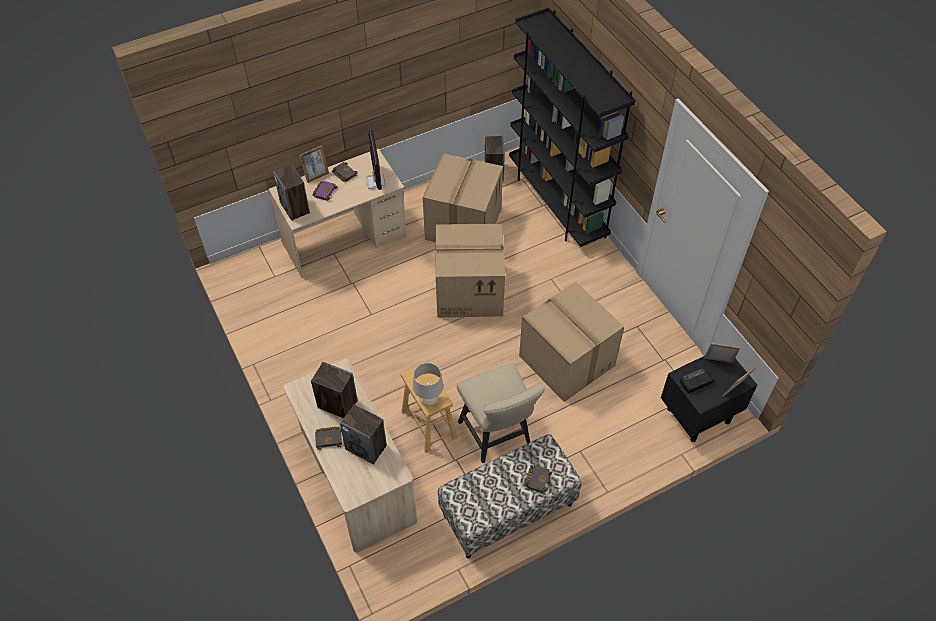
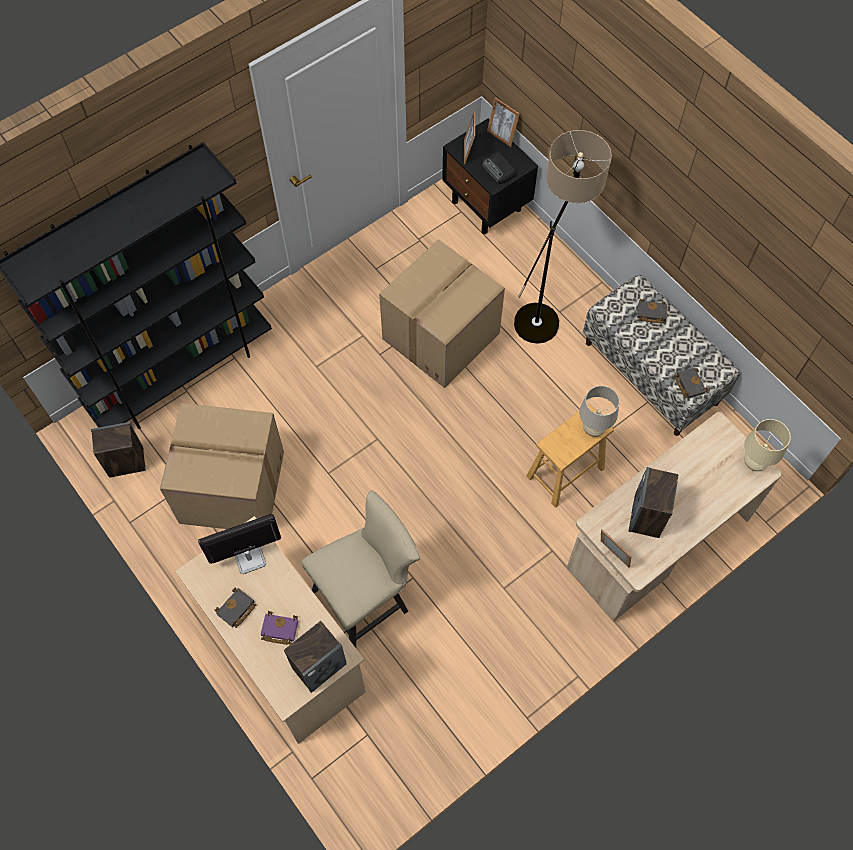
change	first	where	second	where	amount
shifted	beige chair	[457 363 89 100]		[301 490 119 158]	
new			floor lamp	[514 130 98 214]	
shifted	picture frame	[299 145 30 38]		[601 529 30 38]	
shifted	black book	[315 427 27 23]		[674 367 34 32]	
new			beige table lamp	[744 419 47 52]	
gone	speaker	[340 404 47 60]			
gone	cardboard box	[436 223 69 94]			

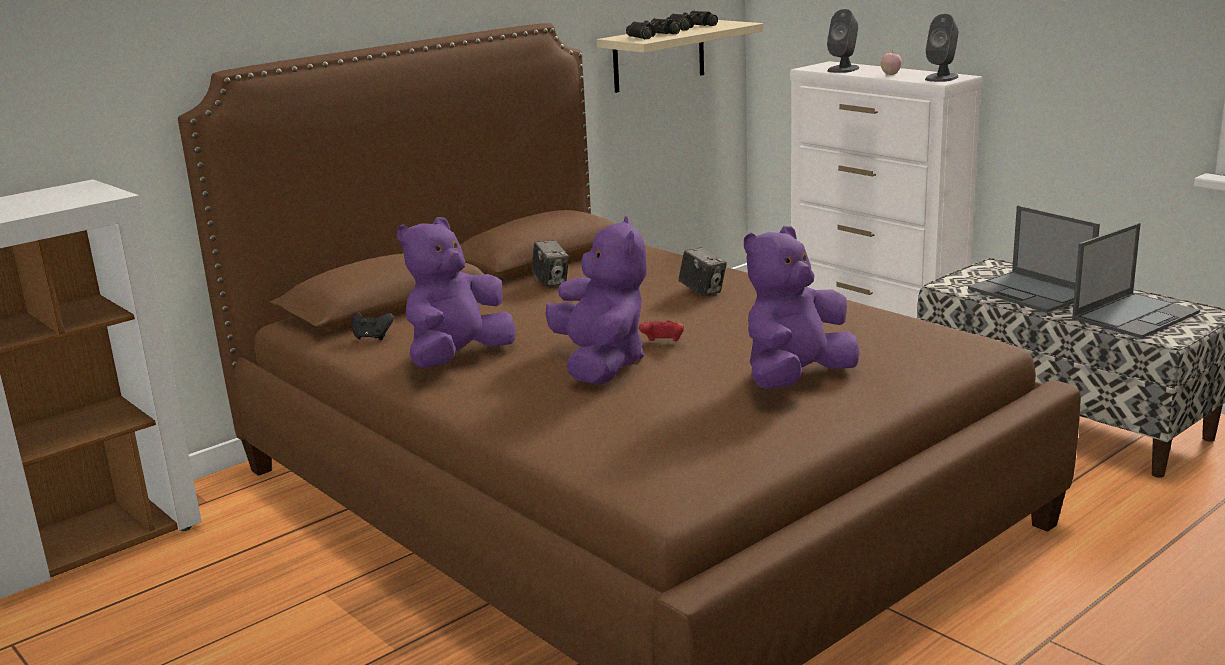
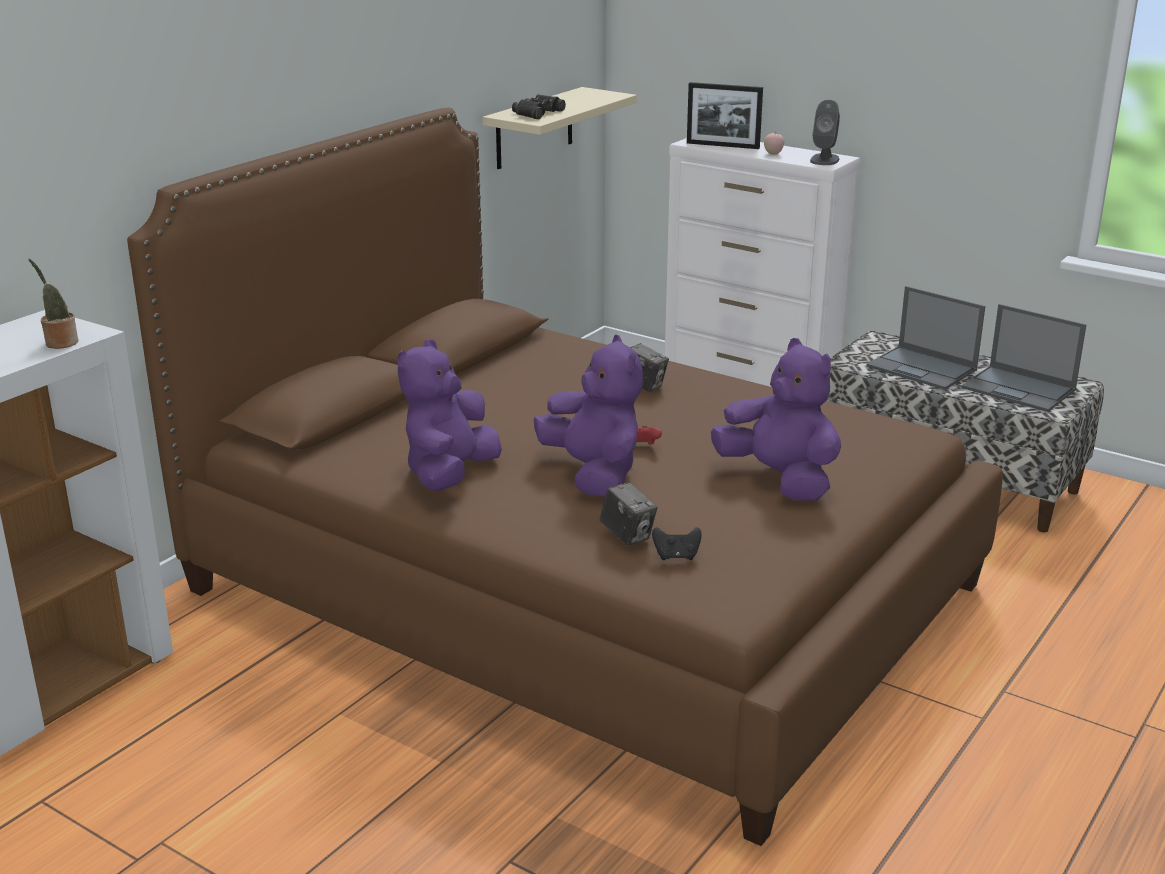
change	first	where	second	where	amount
new			potted plant	[29 259 49 90]	
shifted	photo camera	[532 240 37 47]		[600 482 57 64]	
shifted	black game controller	[352 312 42 28]		[652 527 50 33]	
swapped	grey speaker	[827 9 32 64]	picture frame	[687 82 76 67]	
rotated	purple plush toy	[744 226 116 163]		[711 338 130 163]	105 degrees clockwise
rotated	laptop	[1072 223 128 116]		[961 304 126 108]	90 degrees clockwise
gone	black binoculars	[667 10 51 21]			

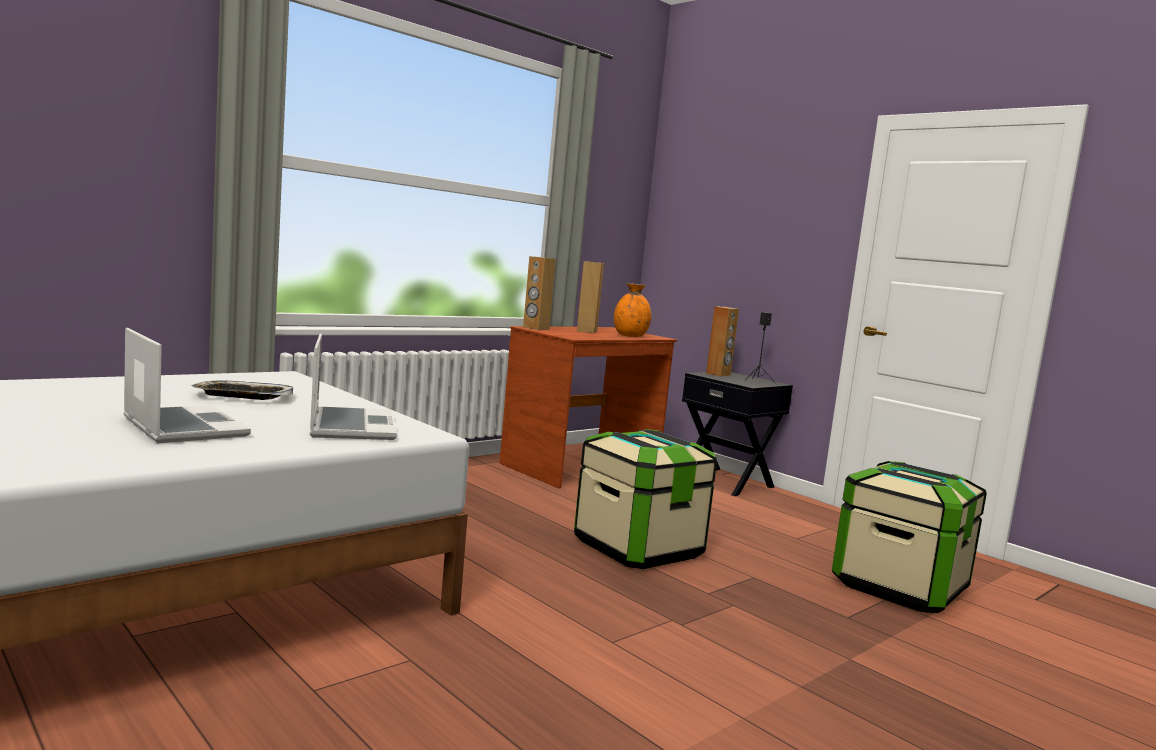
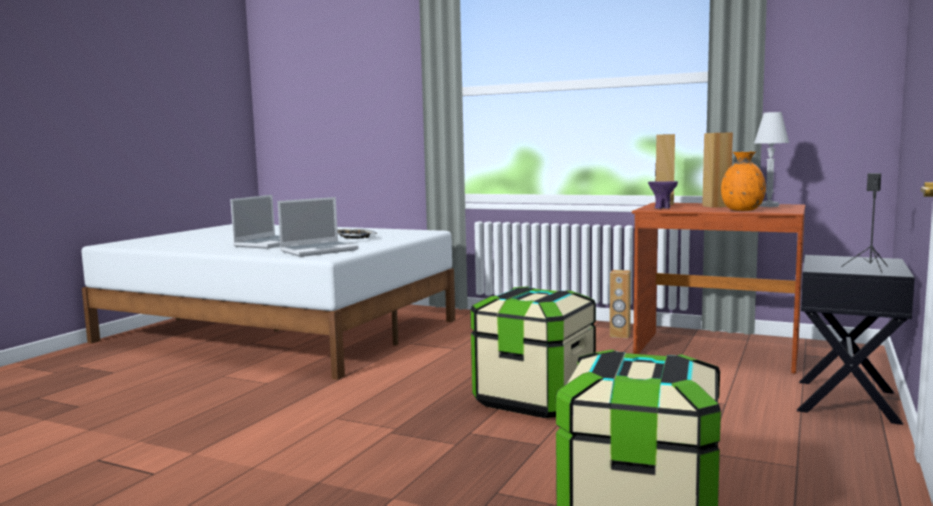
change	first	where	second	where	amount
shifted	brown speaker	[706 306 33 71]		[610 270 21 68]	
new			purple bowl	[648 181 30 28]	
new			white table lamp	[754 112 35 95]	

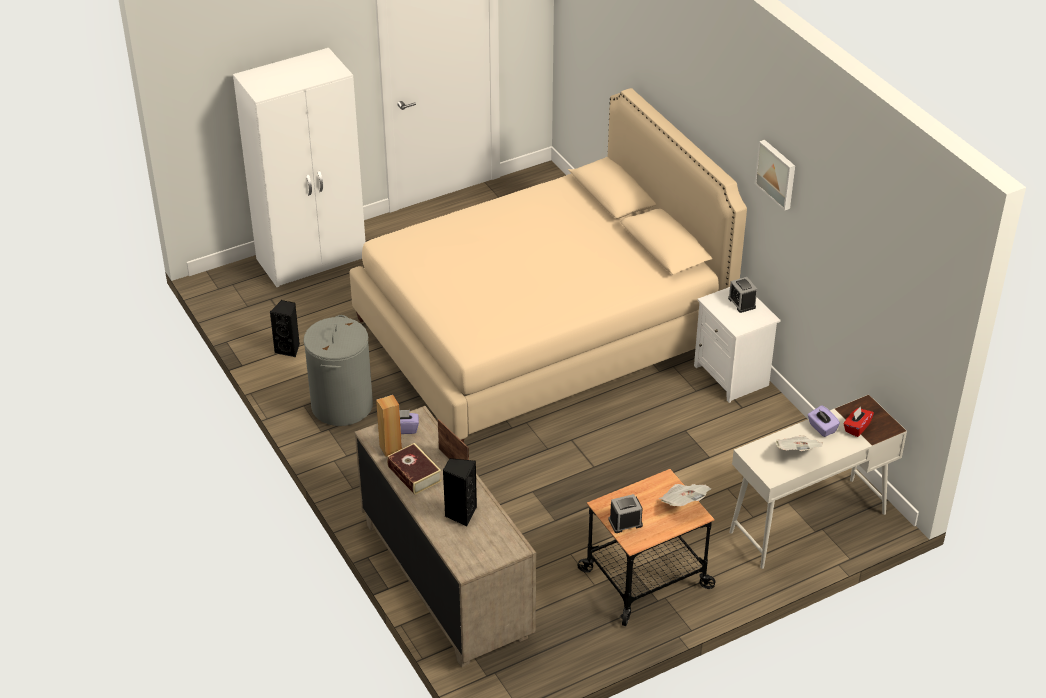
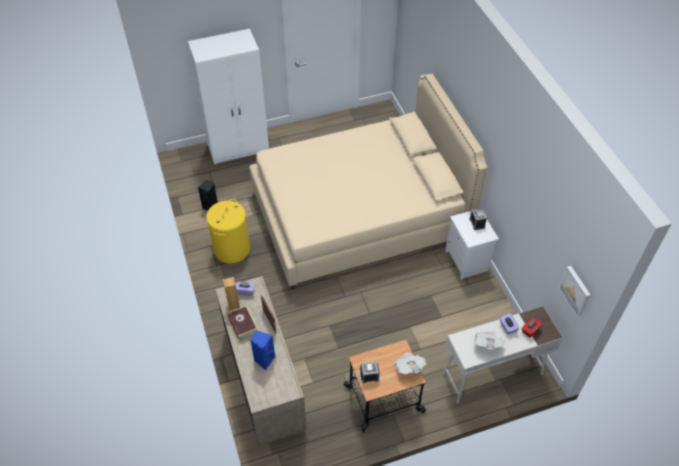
change	first	where	second	where	amount
repainted	grey laundry basket	[303 315 70 111]	yellow laundry basket	[206 199 44 64]	
repainted	black speaker	[443 458 34 68]	blue speaker	[250 331 25 39]	
shifted	picture	[755 140 40 71]		[559 266 32 51]	

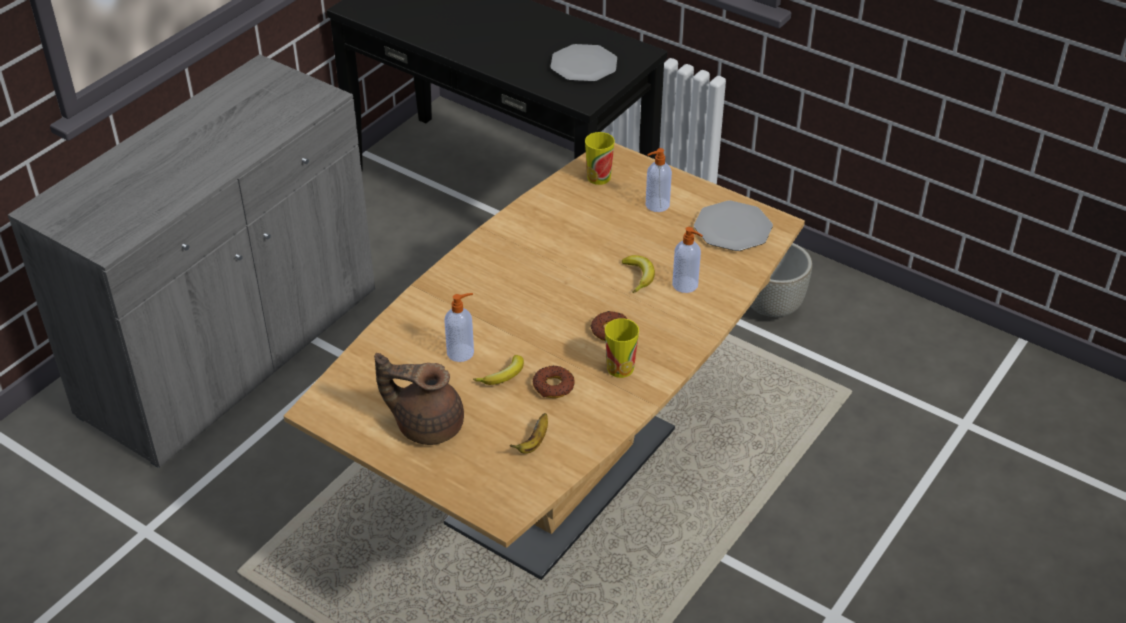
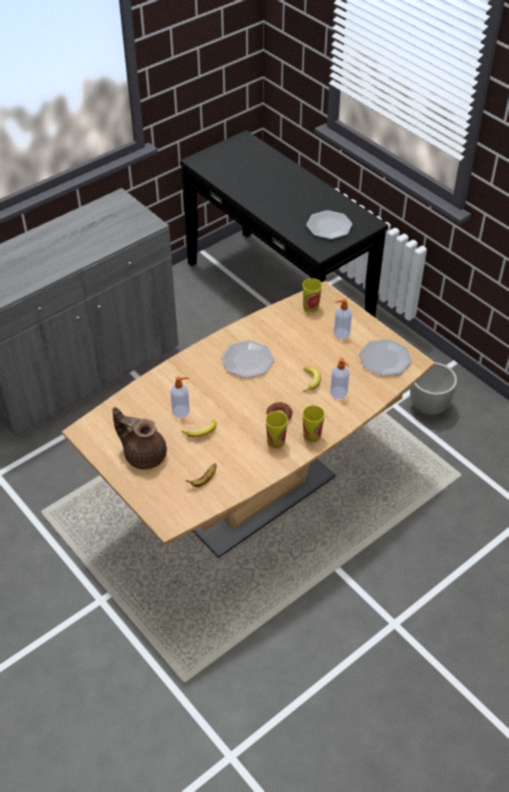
change	first	where	second	where	amount
new			plate	[221 340 53 38]	
new			cup	[303 405 22 37]	
gone	donut	[533 366 41 32]			

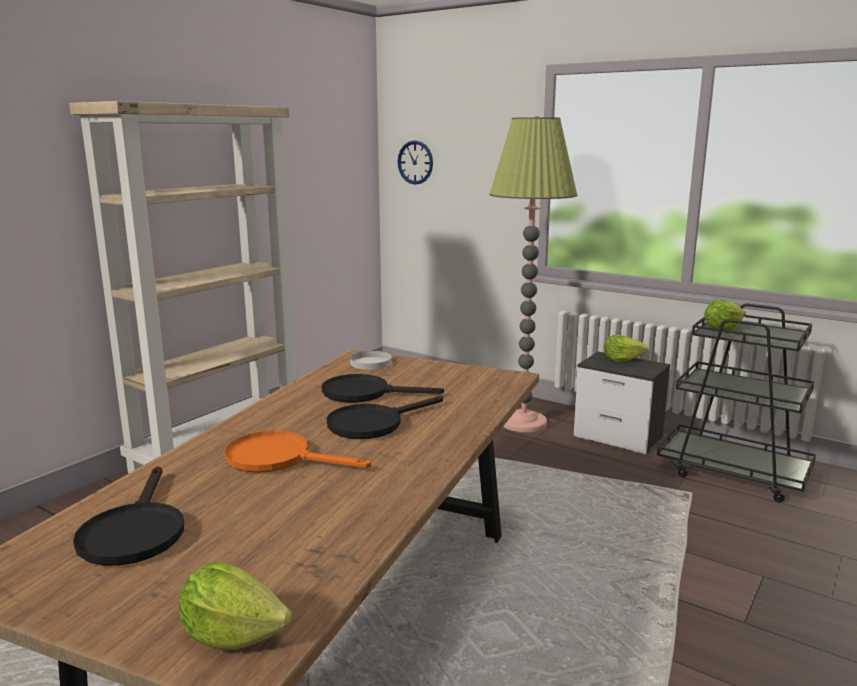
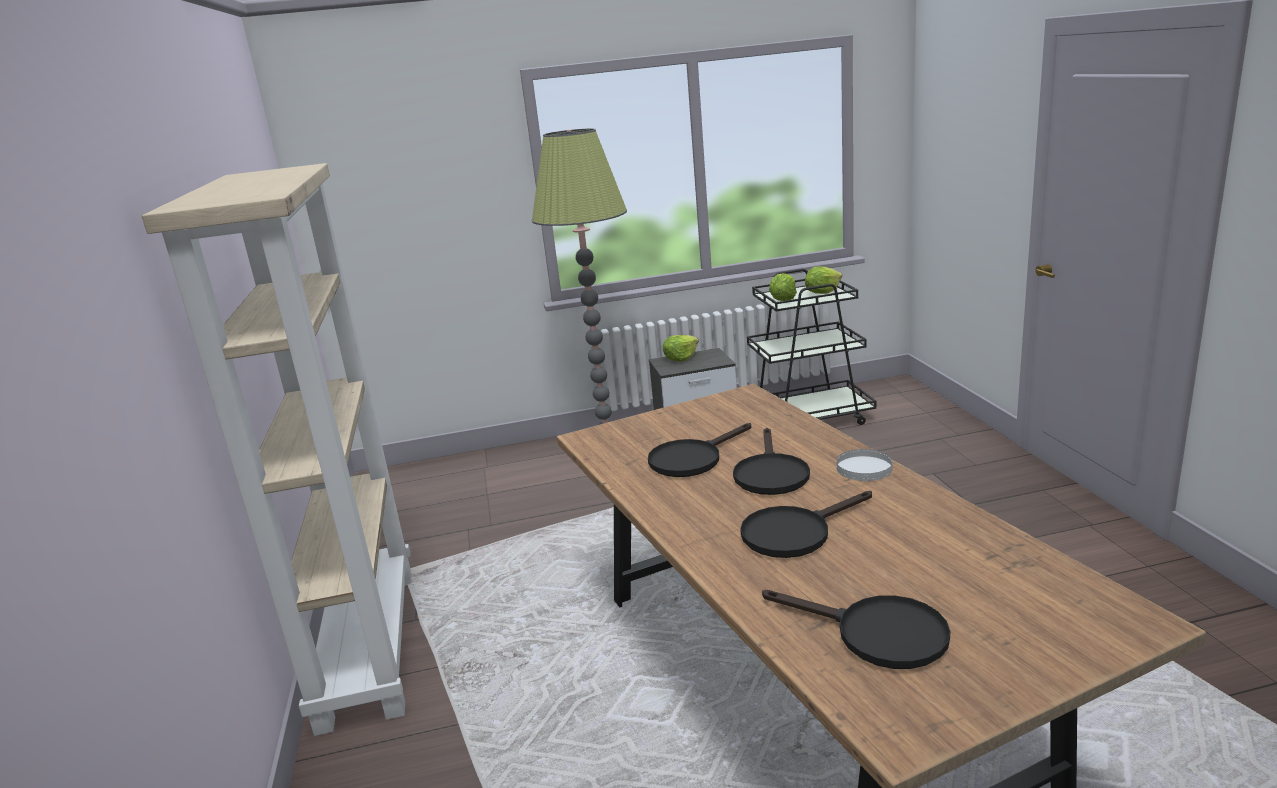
change	first	where	second	where	amount
repainted	orange frying pan	[224 431 147 42]	black frying pan	[740 491 132 67]	
shifted	lettuce	[178 562 114 88]		[805 266 37 28]	
shifted	white plate	[350 351 42 19]		[836 449 56 32]	
gone	wall clock	[397 140 36 45]			

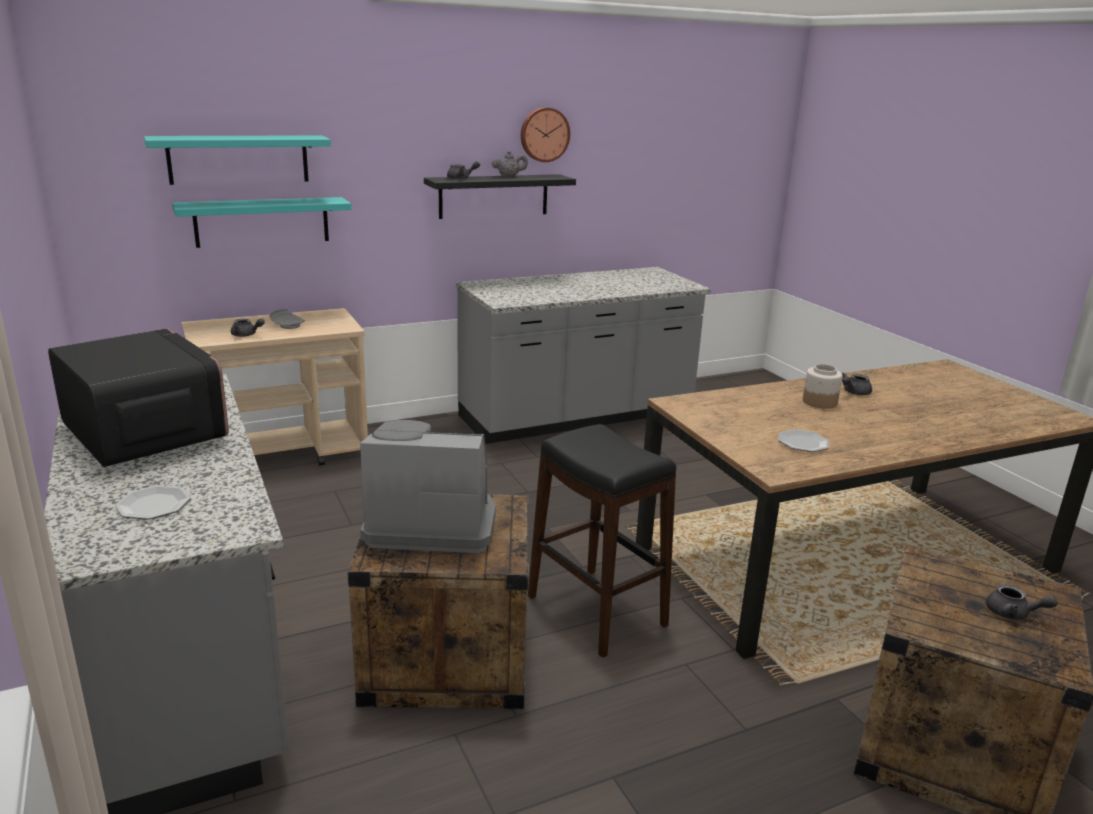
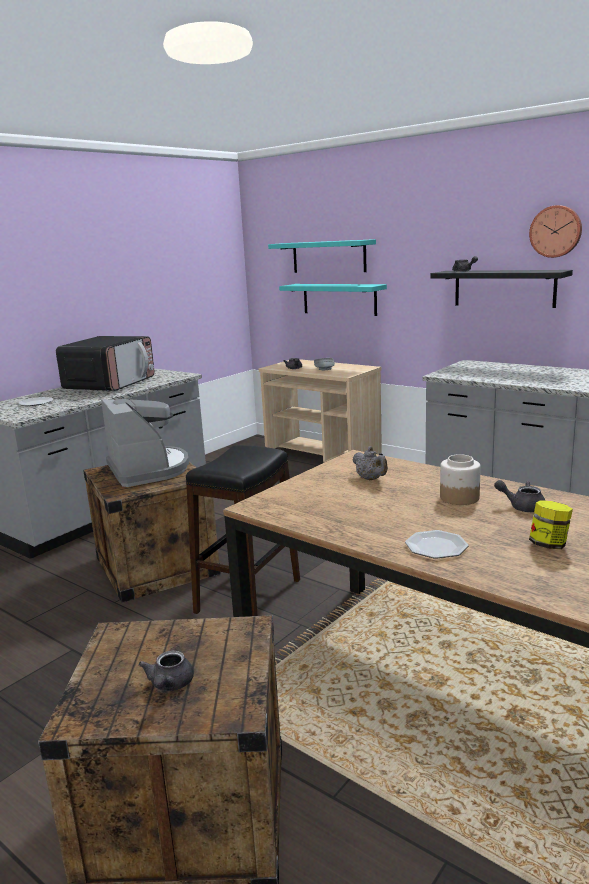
change	first	where	second	where	amount
shifted	grey teapot	[492 151 36 26]		[353 446 35 34]	
shifted	plate	[778 429 51 23]		[405 530 63 29]	
new			jar	[529 500 44 49]	

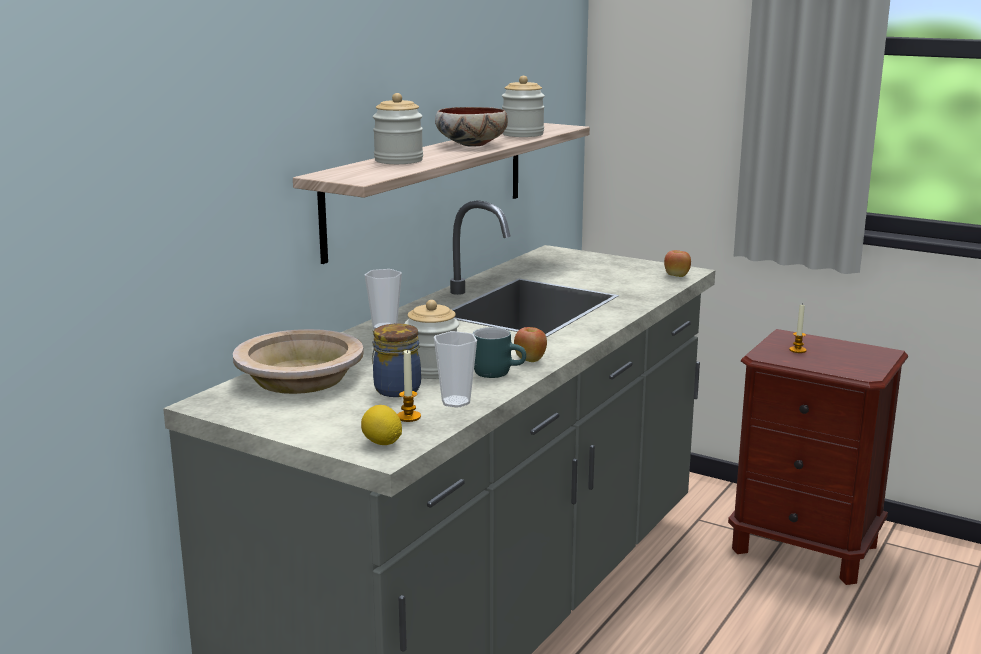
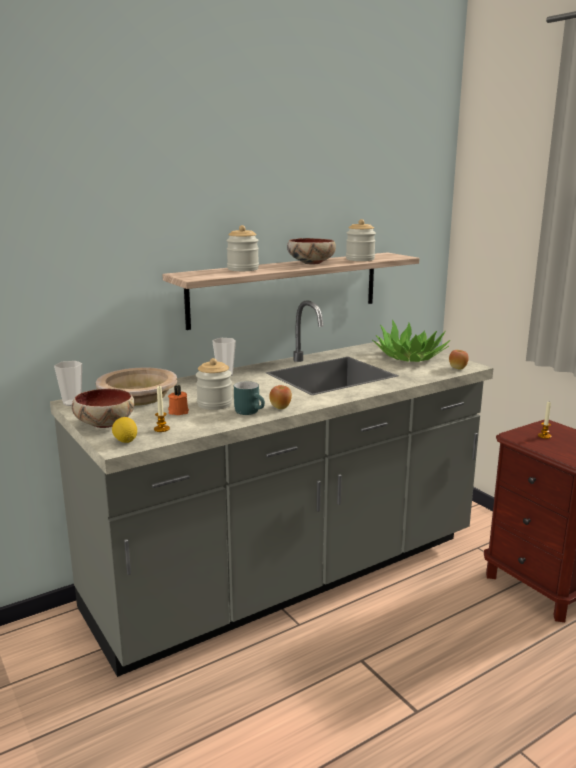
change	first	where	second	where	amount
shifted	cup	[434 331 43 77]		[54 361 28 45]	
new			bowl	[72 388 62 40]	
swapped	jar	[372 323 49 74]	orange candle	[168 385 21 30]	
new			potted plant	[372 320 78 42]	

